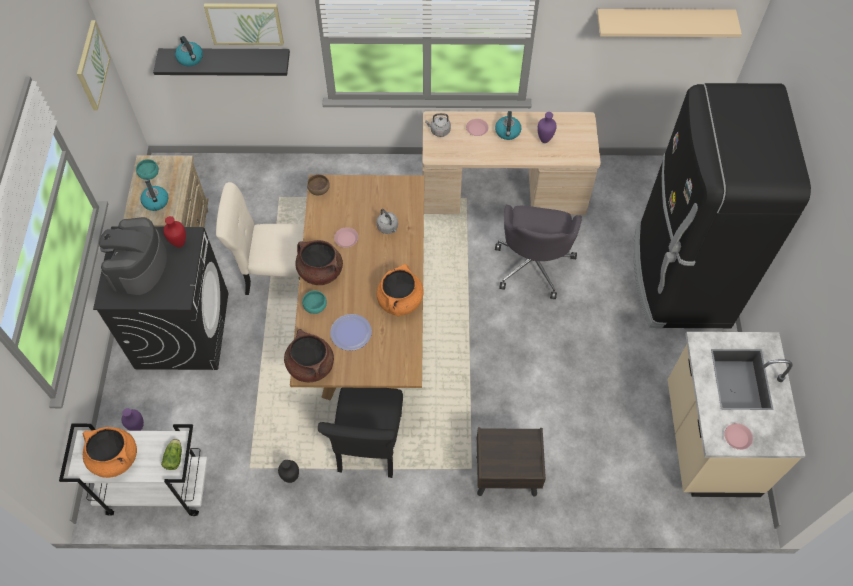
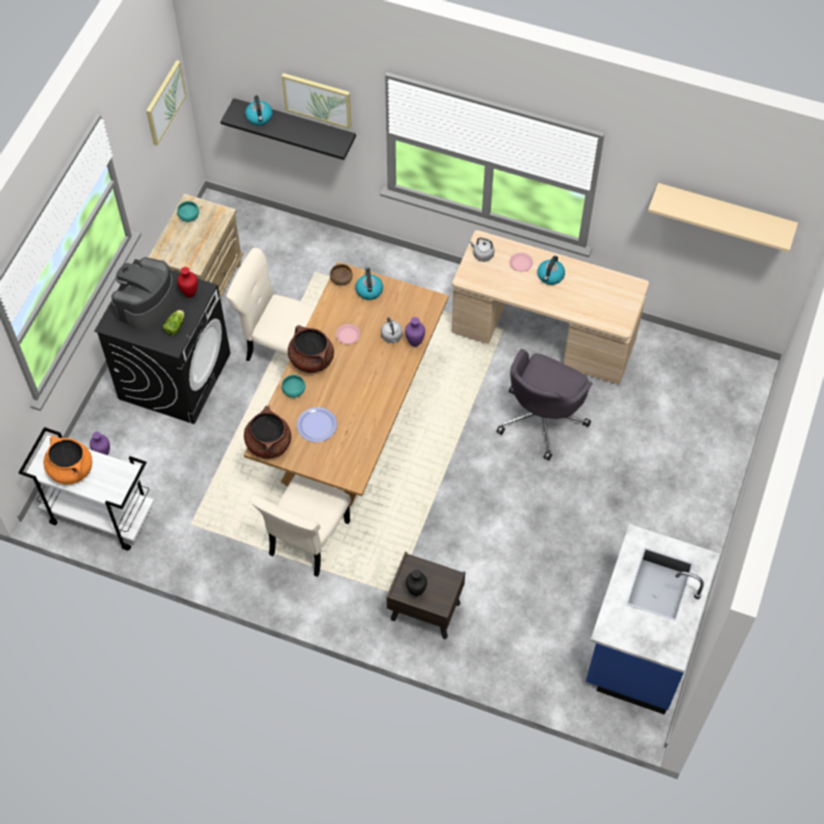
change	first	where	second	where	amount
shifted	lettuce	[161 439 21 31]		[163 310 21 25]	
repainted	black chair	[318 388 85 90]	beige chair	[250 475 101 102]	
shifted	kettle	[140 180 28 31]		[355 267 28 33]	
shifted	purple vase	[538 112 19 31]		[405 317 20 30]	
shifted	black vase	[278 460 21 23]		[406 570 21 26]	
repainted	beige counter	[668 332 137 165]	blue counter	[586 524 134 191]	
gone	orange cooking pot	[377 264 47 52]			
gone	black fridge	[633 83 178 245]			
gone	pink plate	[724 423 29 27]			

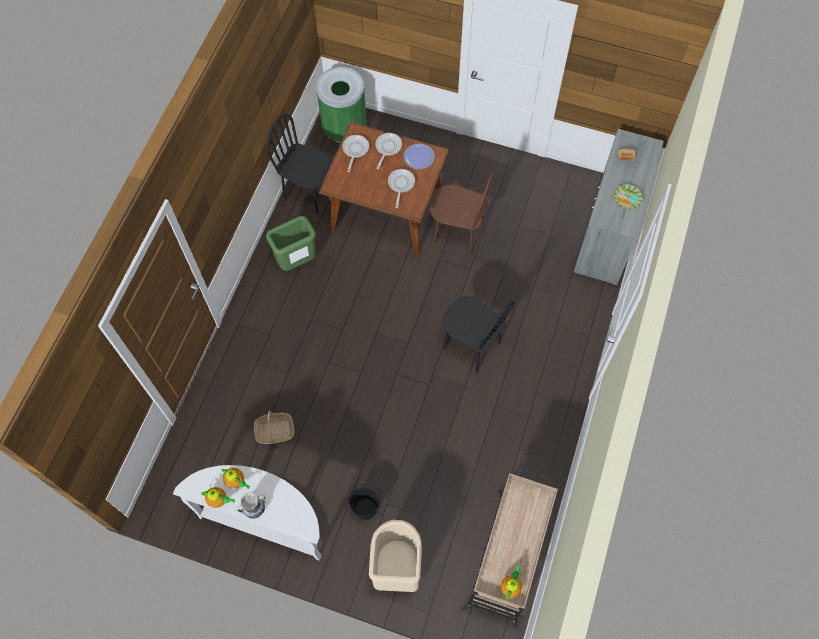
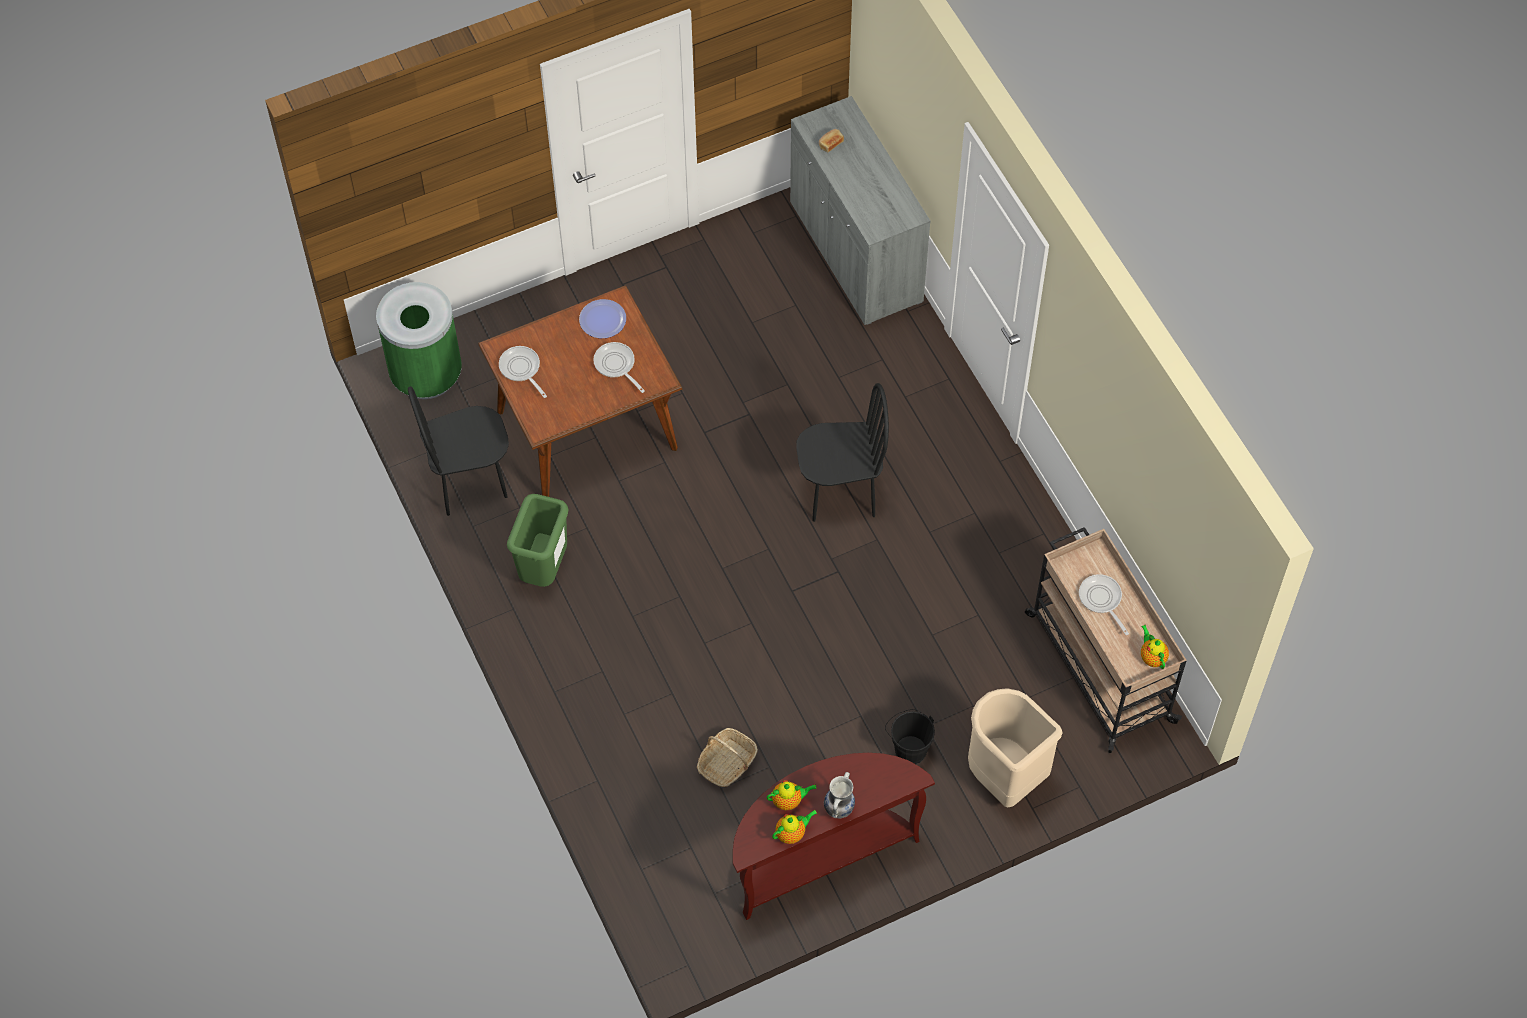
change	first	where	second	where	amount
repainted	white console table	[173 465 149 96]	brown console table	[733 753 202 167]	
shifted	frying pan	[375 133 27 36]		[1079 574 50 61]	
gone	brown chair	[430 171 64 84]			
gone	plate	[613 184 30 26]			

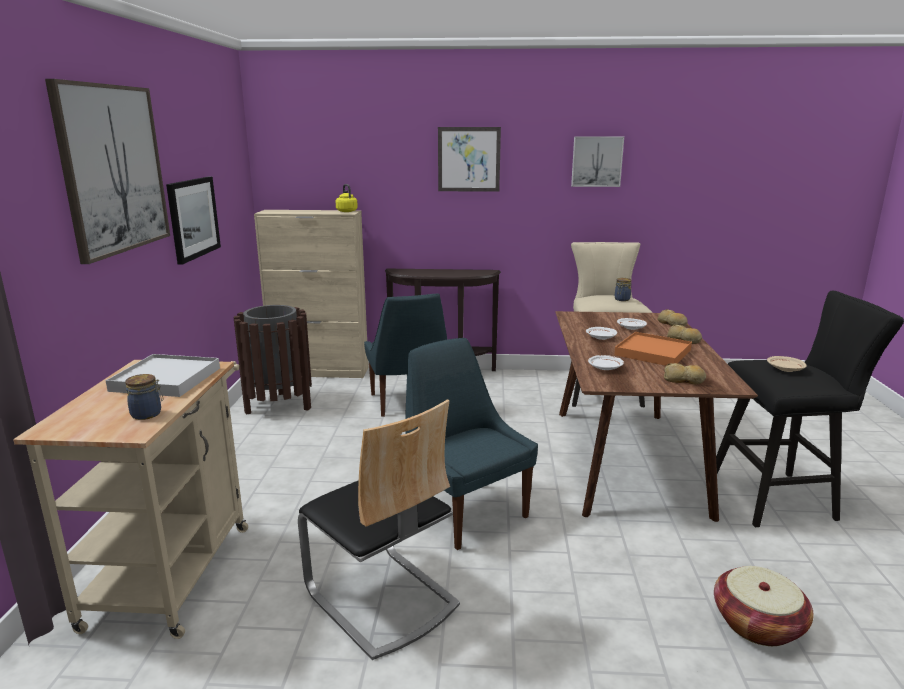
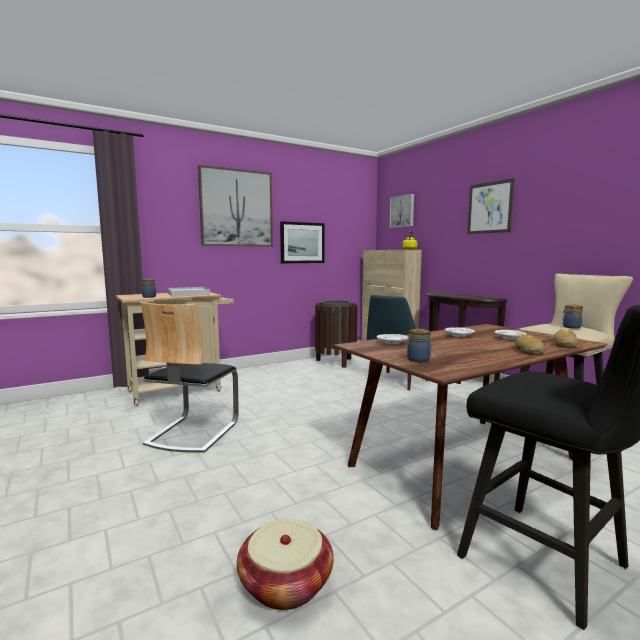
change	first	where	second	where	amount
shifted	picture	[571 136 53 51]		[390 194 24 34]	
swapped	bread	[664 363 42 21]	jar	[407 329 25 34]	
gone	blue chair	[405 338 133 212]			
gone	orange tray	[614 332 78 34]			
gone	beige plate	[767 356 40 16]			

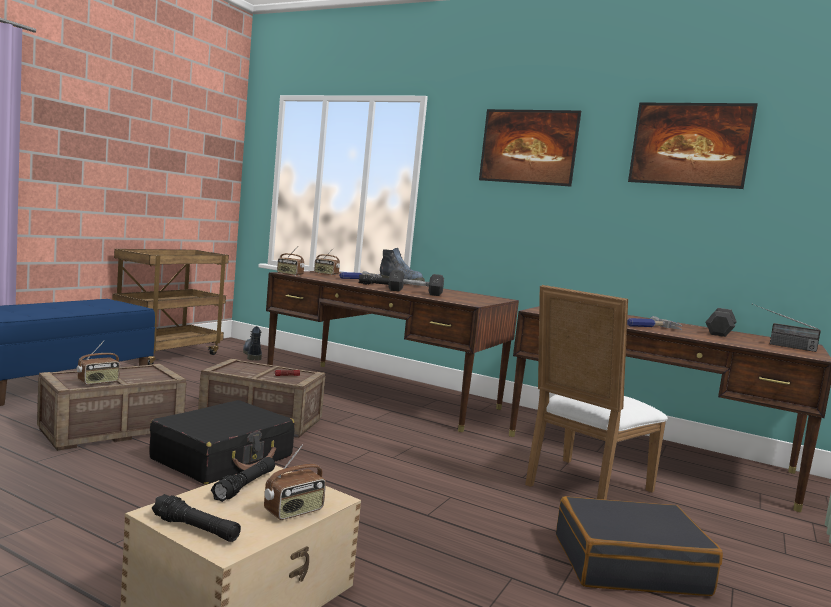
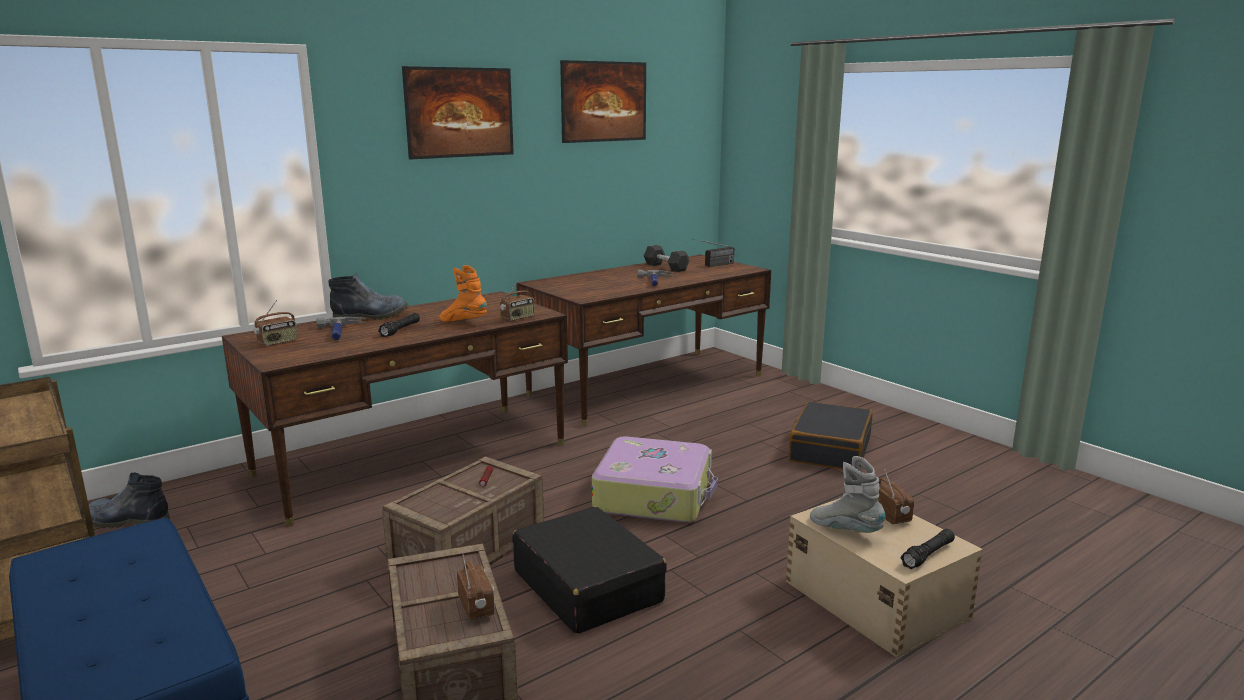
change	first	where	second	where	amount
swapped	grey dumbbell	[389 270 55 26]	orange boot	[439 265 48 57]	
shifted	radio	[277 248 27 28]		[500 280 35 41]	
new			suitcase	[592 436 126 87]	
swapped	black flashlight	[211 457 64 45]	grey boot	[810 456 75 77]	
gone	white chair	[525 285 143 215]			

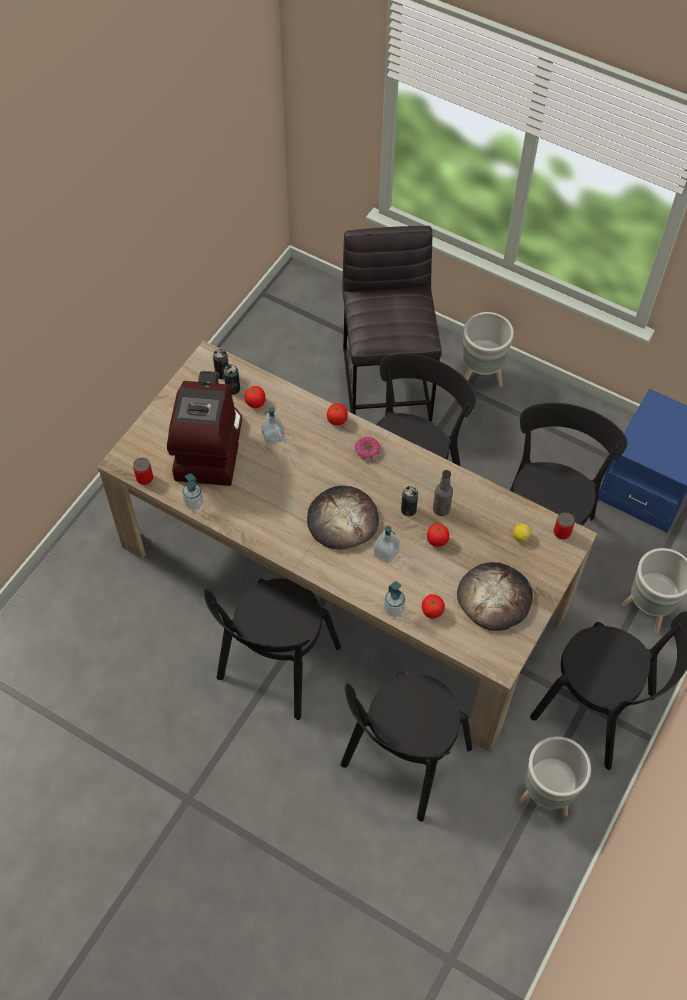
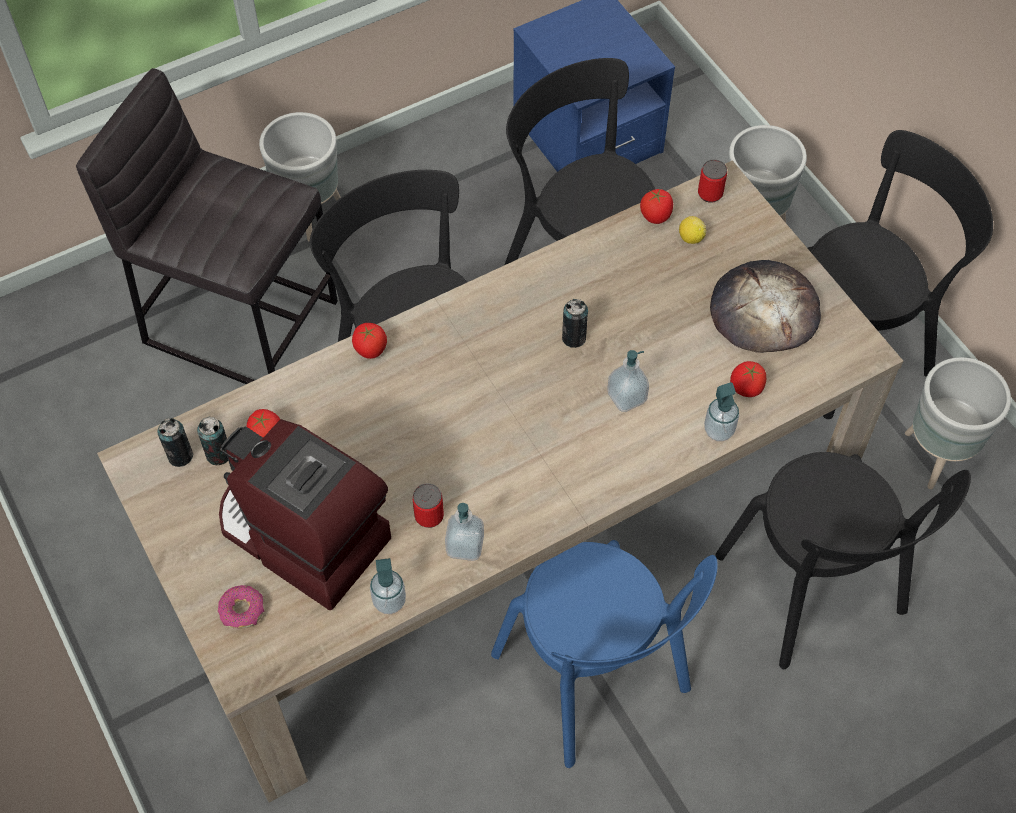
change	first	where	second	where	amount
shifted	donut	[354 437 26 23]		[218 585 47 44]	
shifted	can	[133 458 20 27]		[413 483 31 45]	
shifted	soap dispenser	[261 407 24 38]		[445 503 39 58]	
repainted	black chair	[204 578 137 142]	blue chair	[491 540 227 228]	
shifted	tomato	[427 523 22 24]		[640 189 33 35]	
gone	bread	[307 486 72 64]			
gone	bottle	[433 470 20 46]			

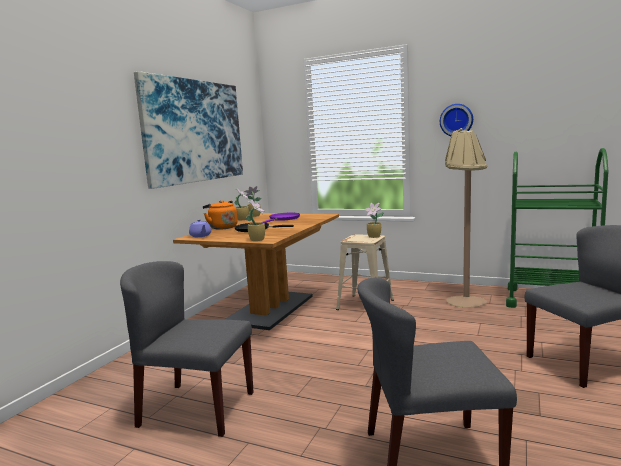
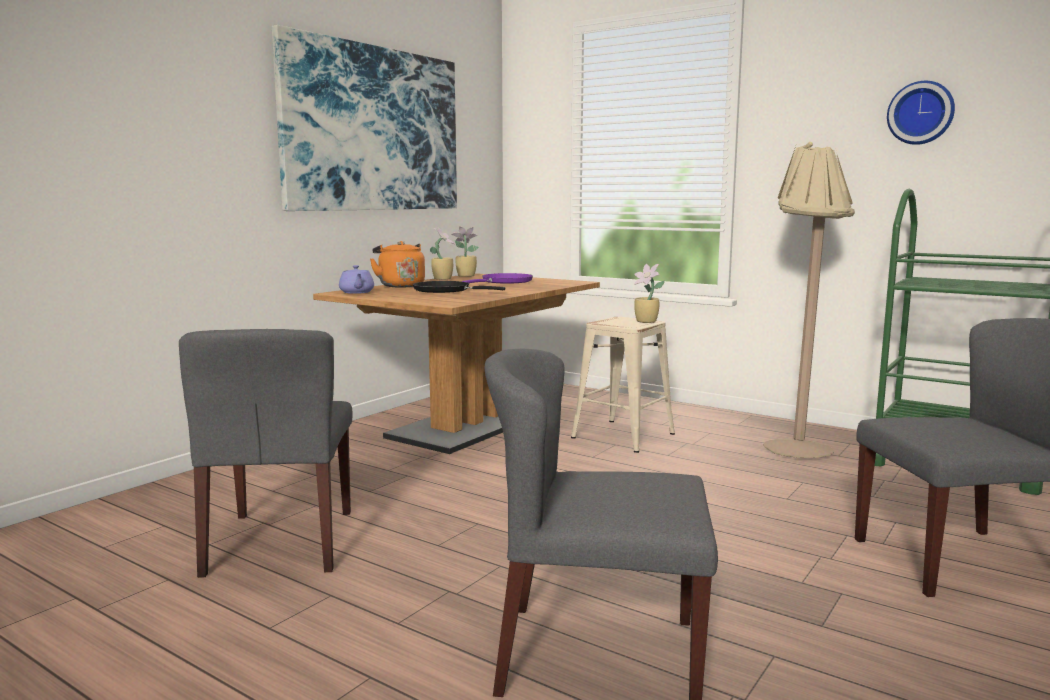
change	first	where	second	where	amount
rotated	grey chair	[120 261 133 176]		[179 329 174 249]	120 degrees counterclockwise
shifted	wall clock	[440 104 33 32]		[887 81 68 64]	
gone	potted plant	[246 199 19 42]			

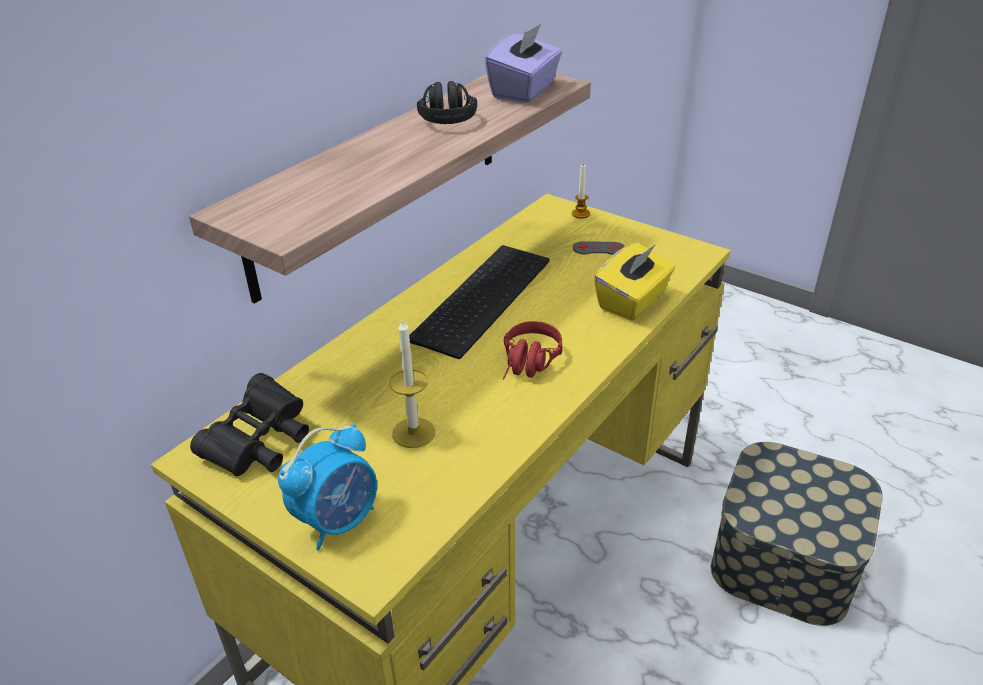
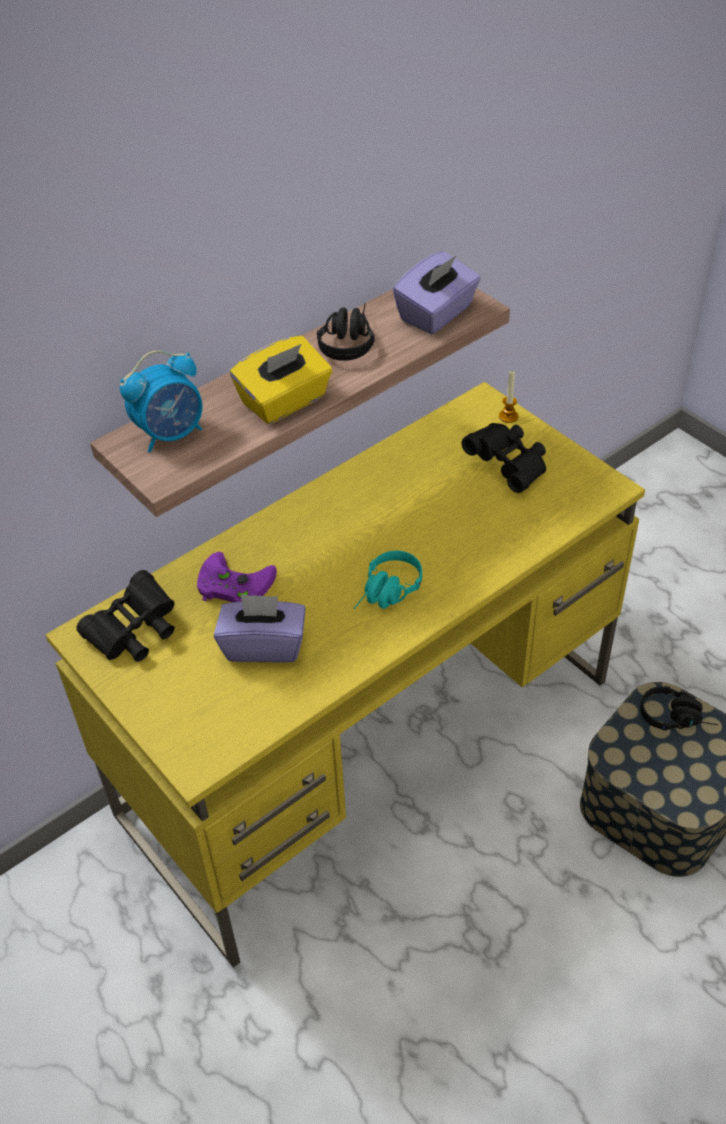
change	first	where	second	where	amount
shifted	alarm clock	[278 423 99 127]		[120 350 83 103]	
new			purple game controller	[197 552 80 50]	
swapped	candle	[389 318 46 130]	purple tissue box	[214 594 92 69]	
shifted	yellow tissue box	[594 243 81 77]		[230 336 102 88]	
repainted	red headphones	[503 321 59 59]	turquoise headphones	[354 551 68 58]	
swapped	grey game controller	[573 241 52 14]	black binoculars	[462 423 84 70]	
new			black headphones	[640 686 78 45]	
gone	keyboard	[409 245 140 114]			

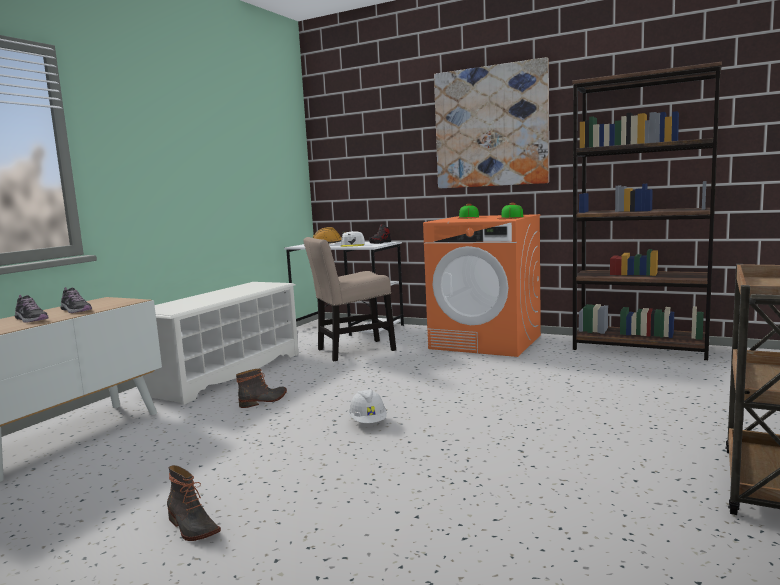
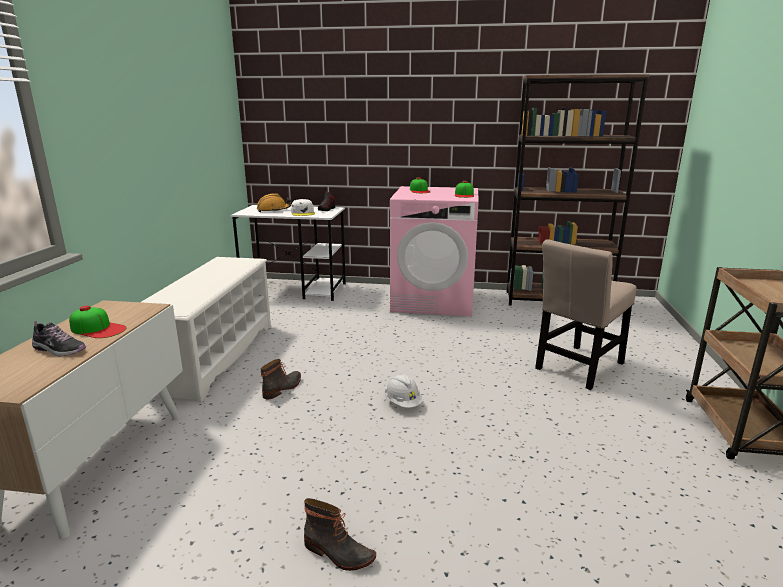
change	first	where	second	where	amount
swapped	shoe	[60 287 32 26]	cap	[69 306 57 32]	
repainted	orange washing machine	[423 214 118 143]	pink washing machine	[390 186 89 130]	
shifted	beige chair	[303 237 93 124]		[535 239 101 151]	
gone	picture	[434 57 115 131]			

